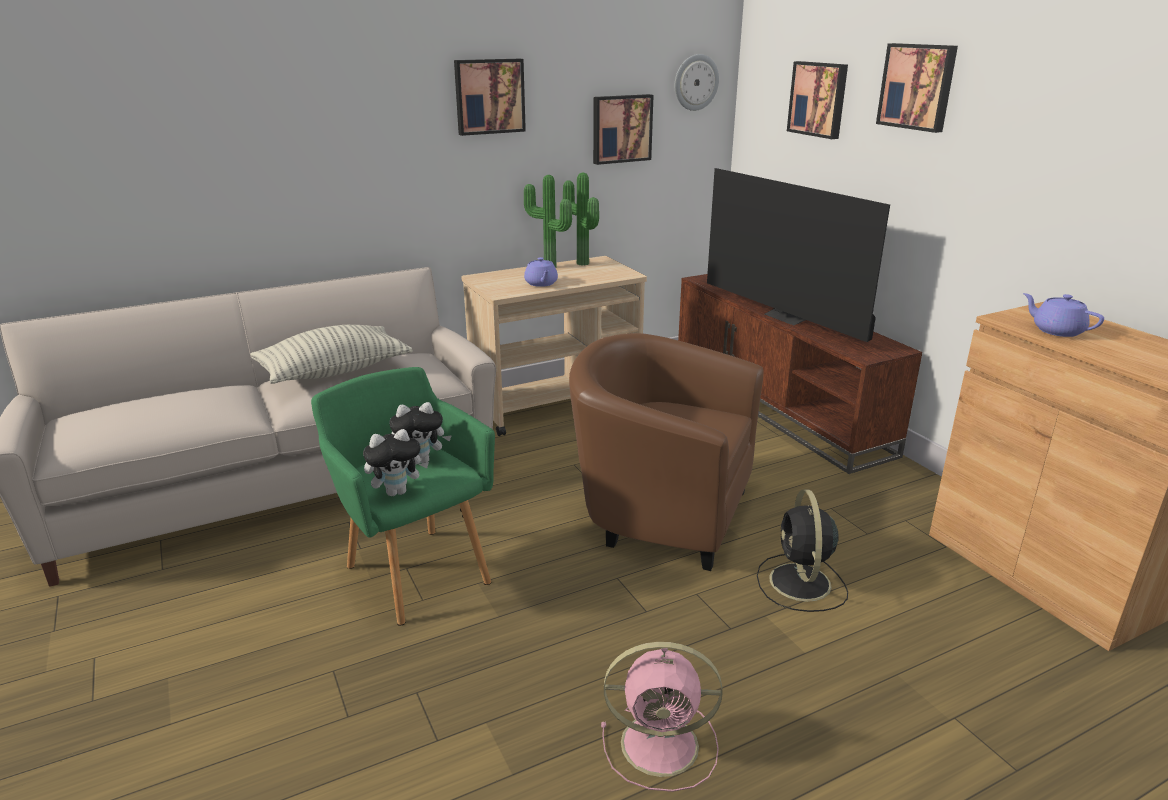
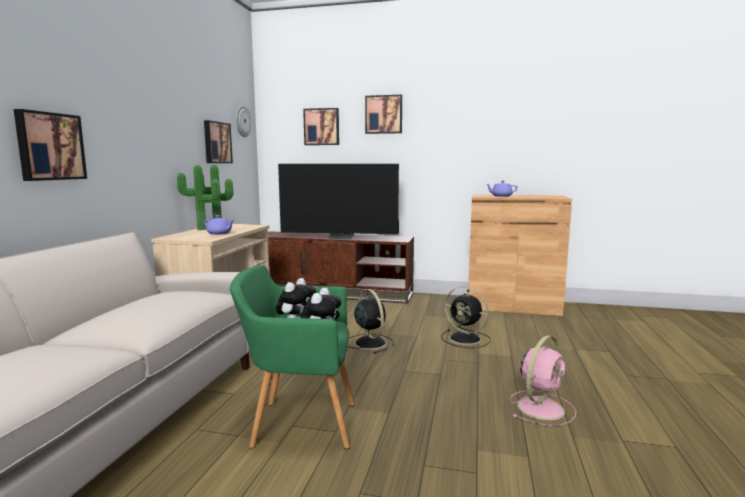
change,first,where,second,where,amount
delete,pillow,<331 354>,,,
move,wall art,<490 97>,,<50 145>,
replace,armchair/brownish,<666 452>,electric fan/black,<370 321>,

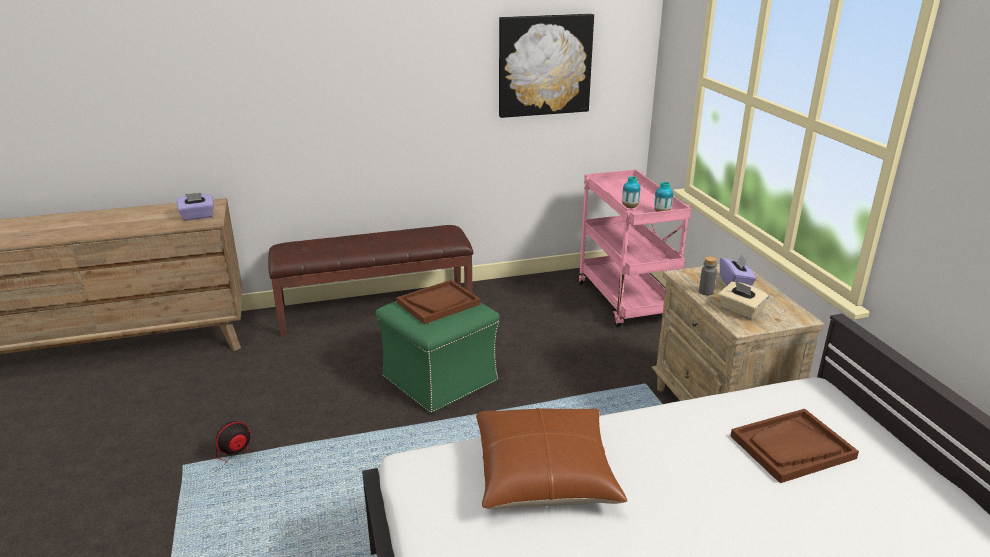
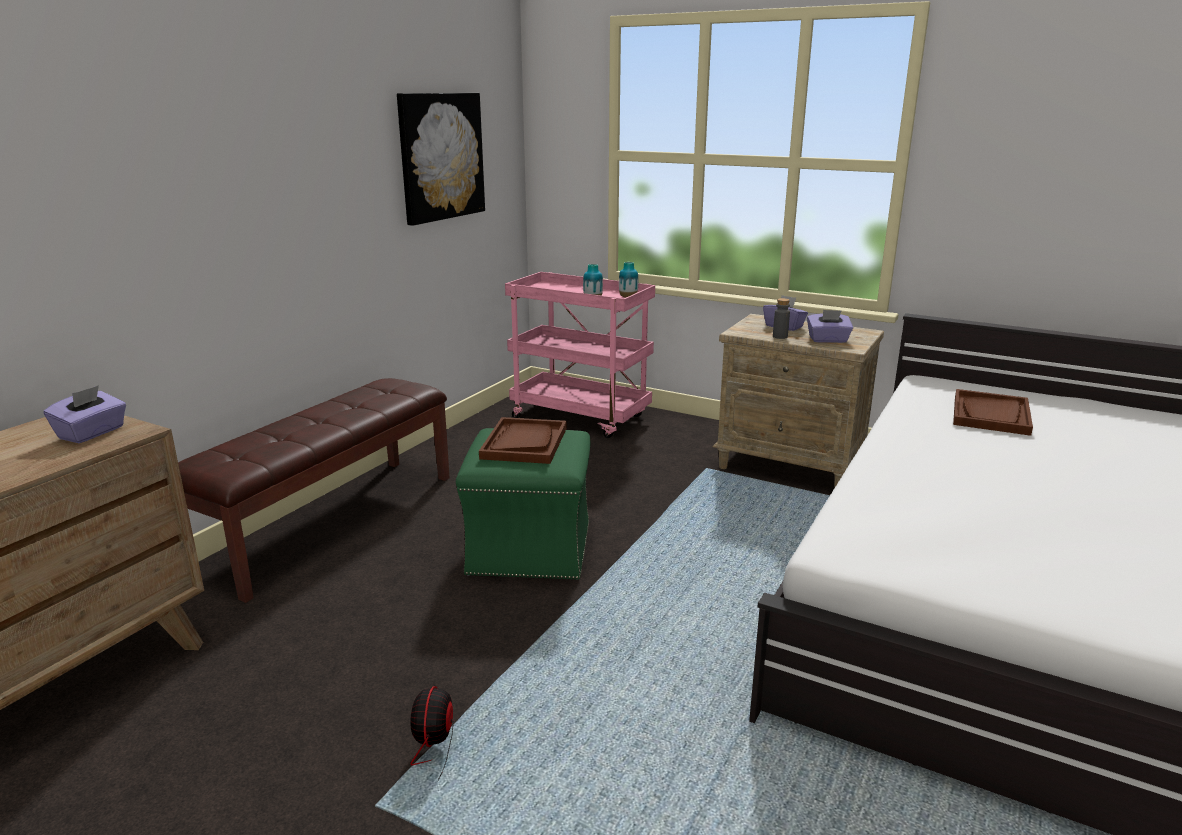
change,first,where,second,where,amount
delete,pillow/brownish,<551 458>,,,
recolor,tissue holder/sand-coloured,<744 300>,tissue holder/purple-coloured,<830 326>,

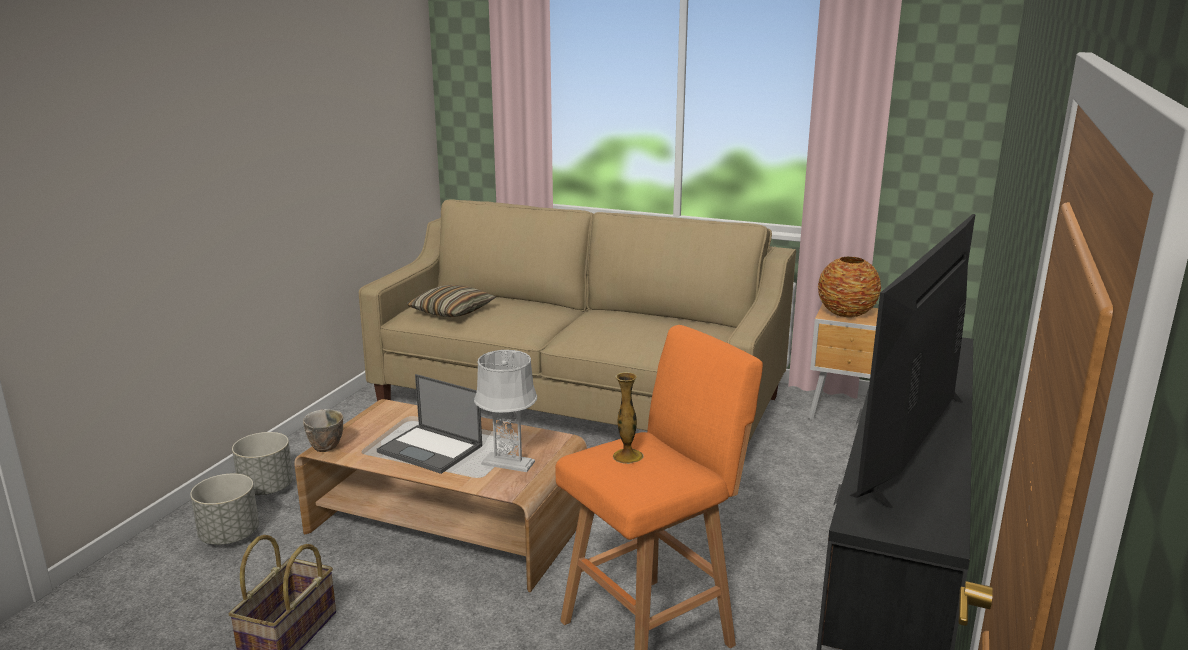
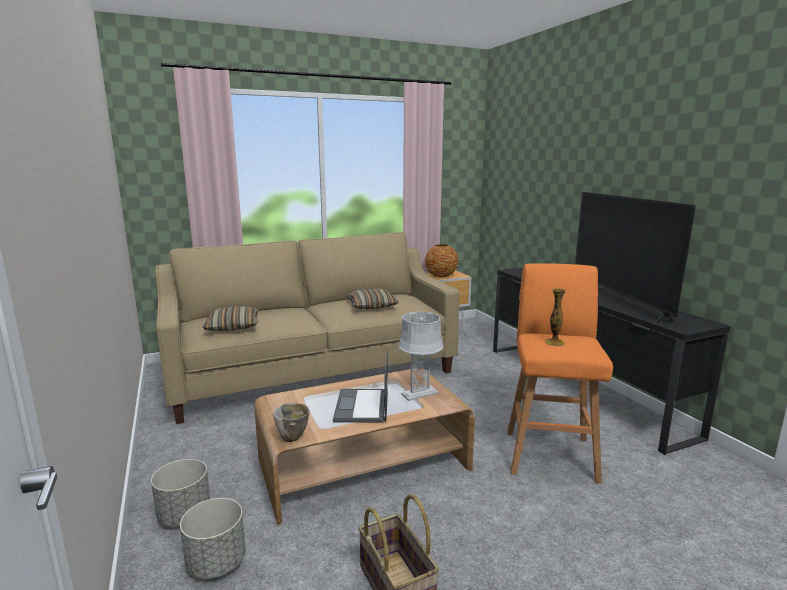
change,first,where,second,where,amount
insert,,,pillow,<372 298>,
rotate,notebook computer,<429 424>,,<360 386>,105 degrees clockwise

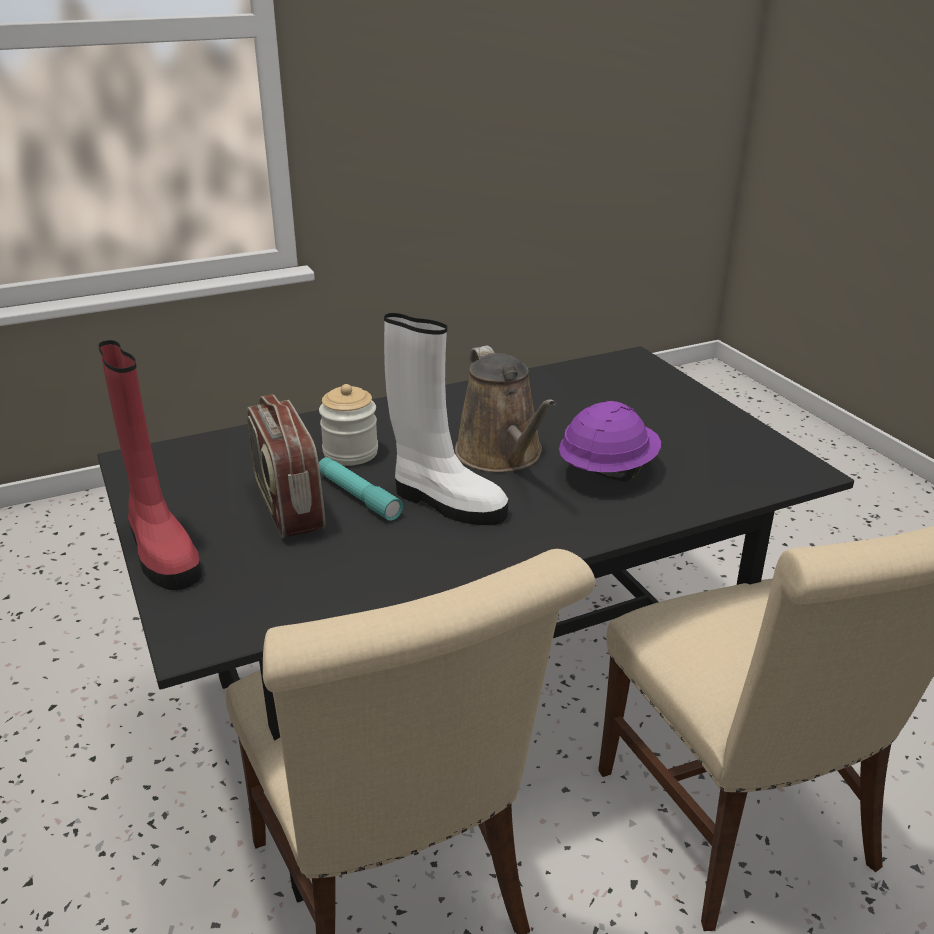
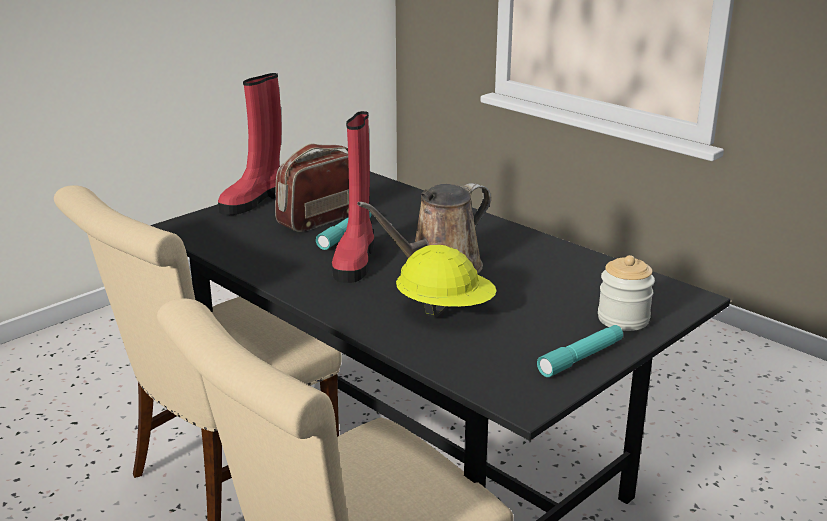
change,first,where,second,where,amount
insert,,,flashlight/turquoise-coloured,<580 351>,
move,jar,<348 425>,,<626 293>,
recolor,tall boot/white-coloured,<446 419>,tall boot/red,<353 197>,
recolor,work helmet/purple-coloured,<610 441>,work helmet/yellow,<446 281>,

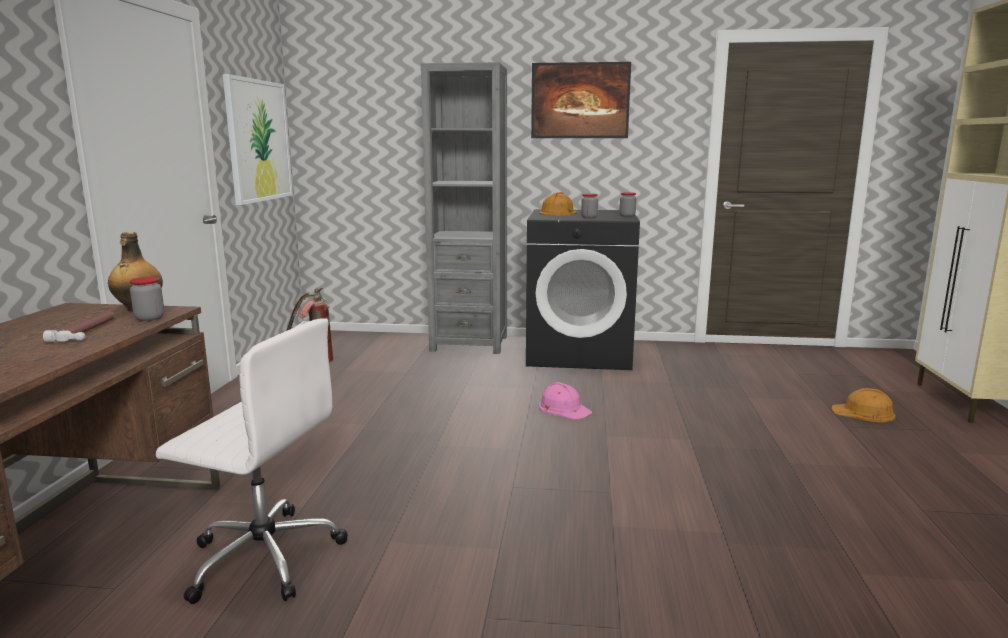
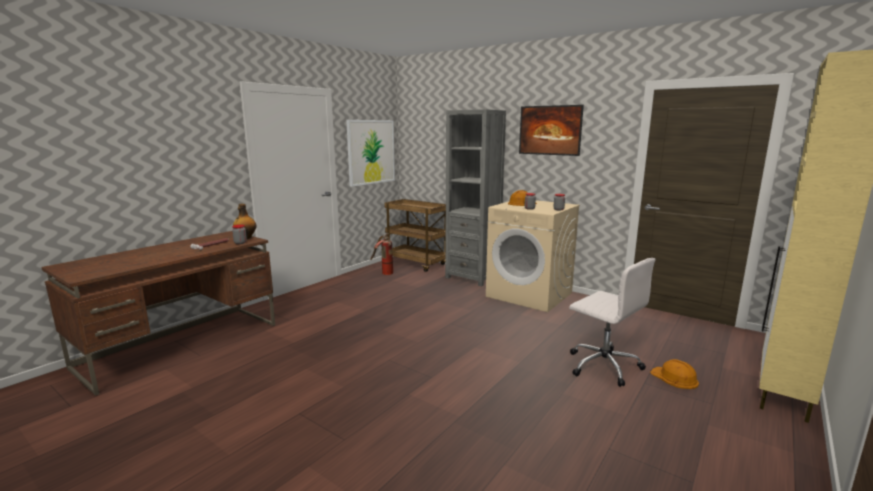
change,first,where,second,where,amount
delete,work helmet/pink-coloured,<565 400>,,,
insert,,,cart/brownish,<415 235>,
move,desk chair/white-coloured,<252 461>,,<612 322>,
recolor,laundry appliance/black,<583 289>,laundry appliance/sand-coloured,<533 256>,

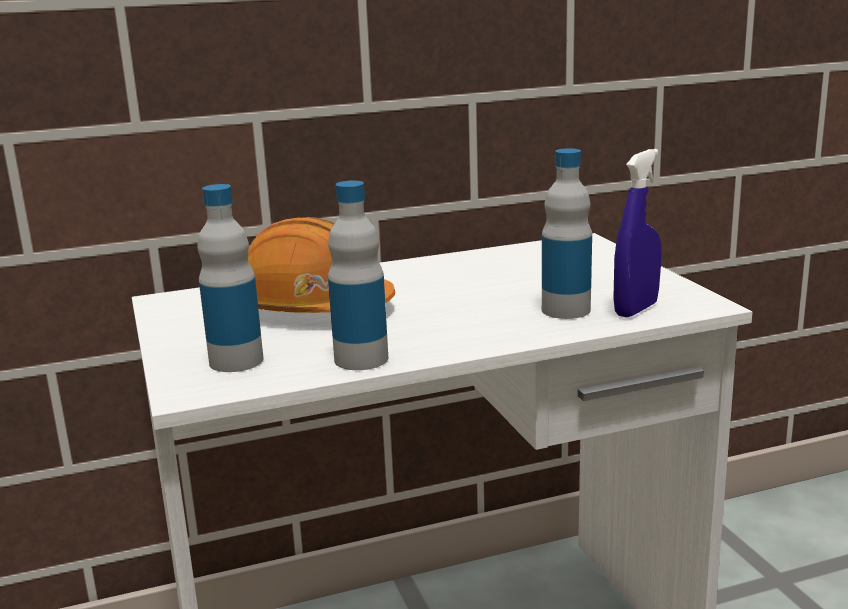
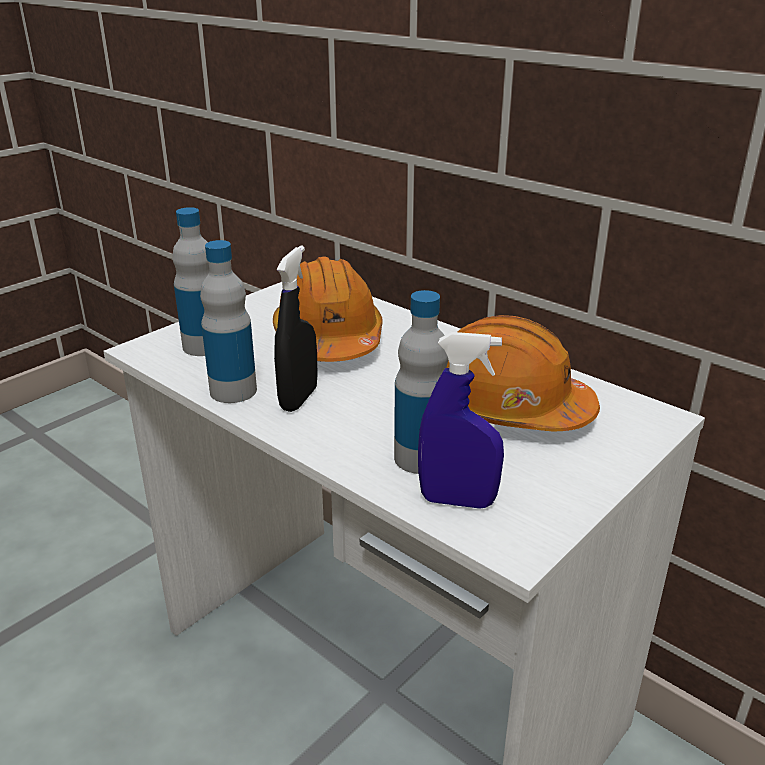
change,first,where,second,where,amount
insert,,,spray bottle/black,<295 328>,
insert,,,work helmet/orange,<523 373>,

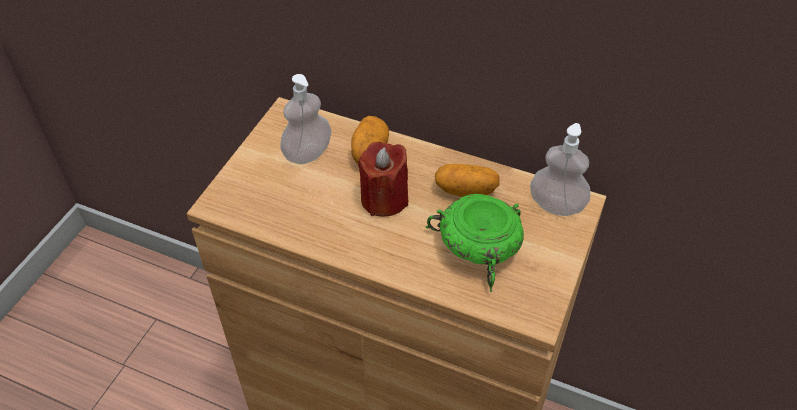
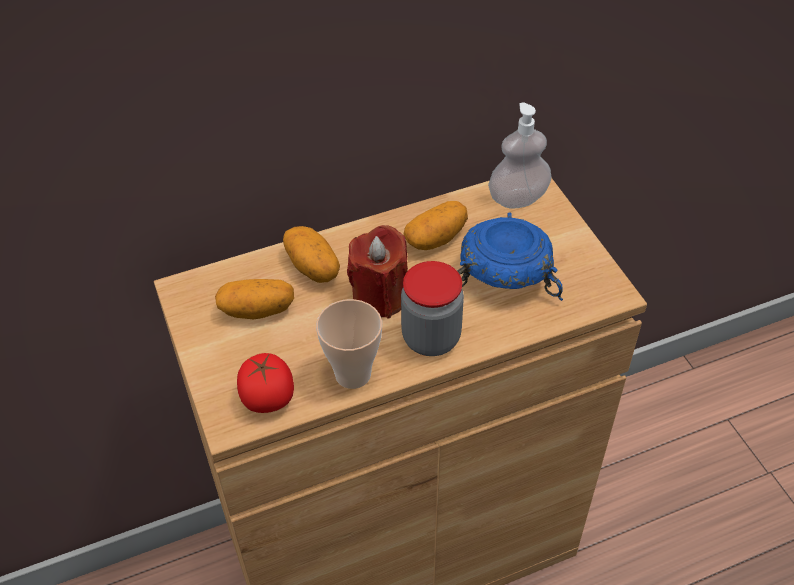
change,first,where,second,where,amount
insert,,,whole tomato,<265 383>,
insert,,,drinking cup,<349 344>,
insert,,,jar,<432 308>,
replace,soap bottle,<305 119>,potato,<254 299>,
recolor,serving bowl/green-coloured,<474 243>,serving bowl/bluish,<510 256>,

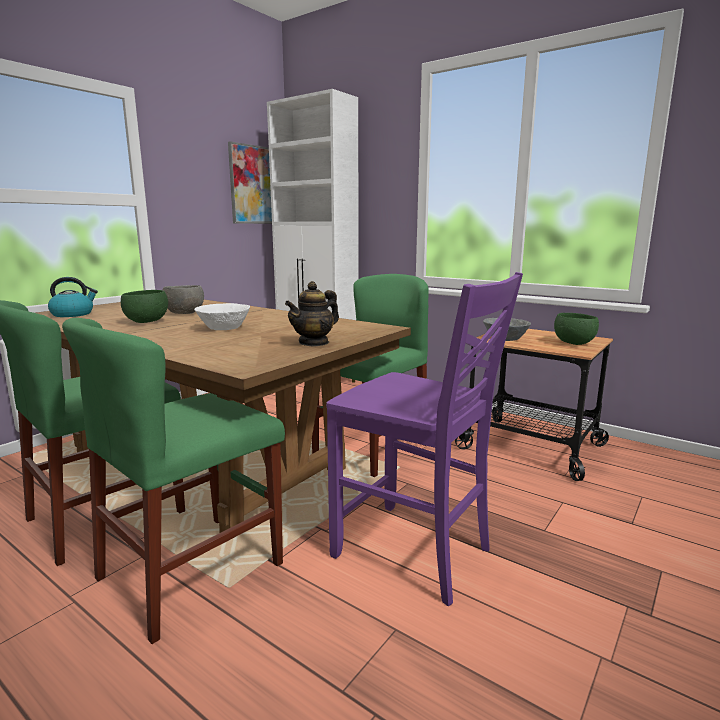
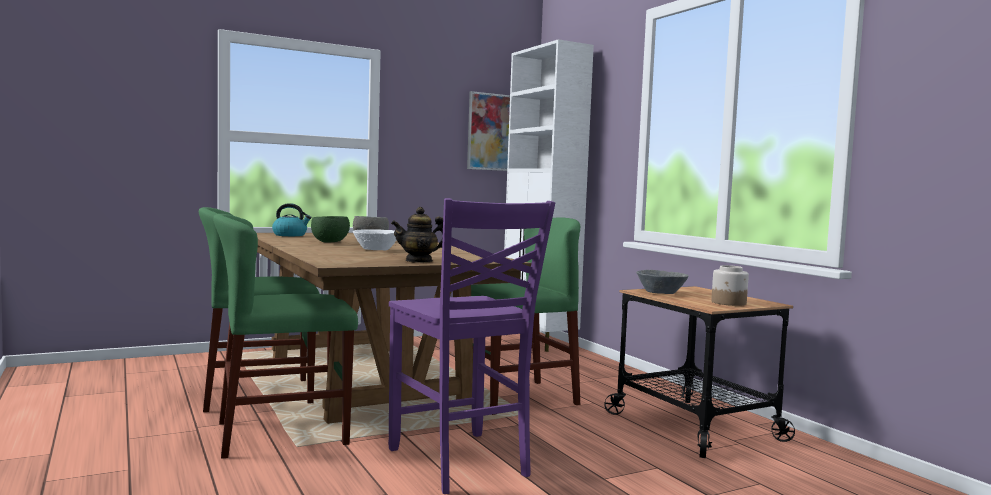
change,first,where,second,where,amount
replace,serving bowl/green-coloured,<576 329>,jar,<730 285>,

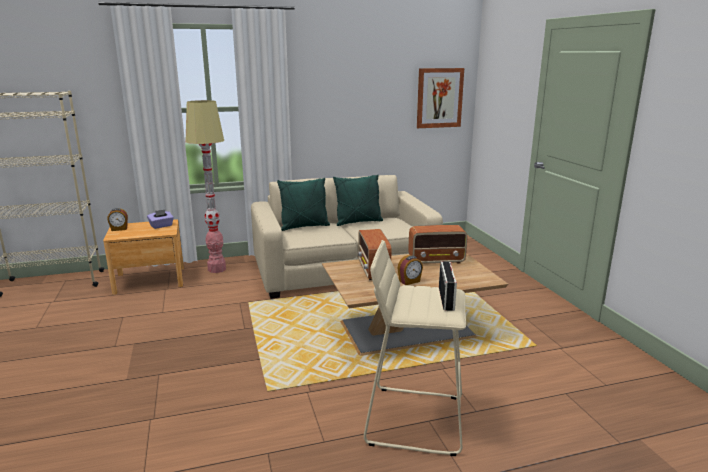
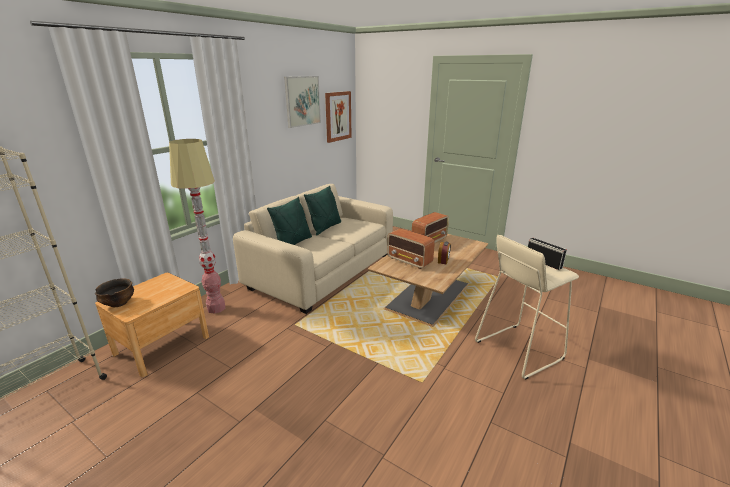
change,first,where,second,where,amount
delete,tissue holder/purple-coloured,<160 219>,,,
insert,,,wall art,<302 102>,
replace,bedside clock,<117 219>,serving bowl,<114 293>,

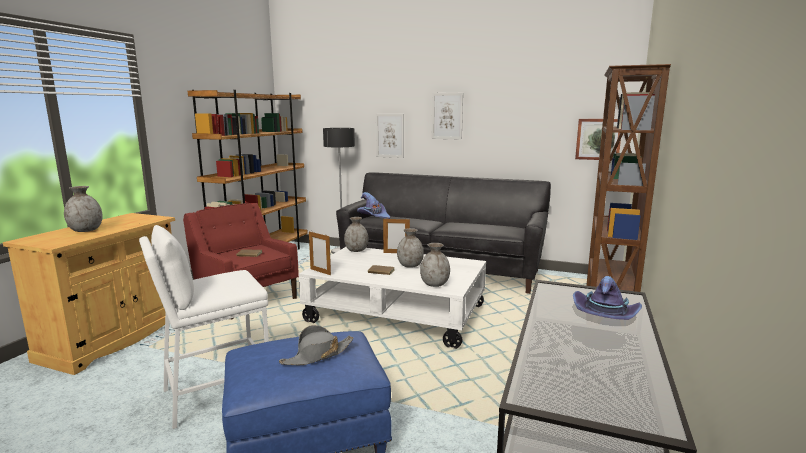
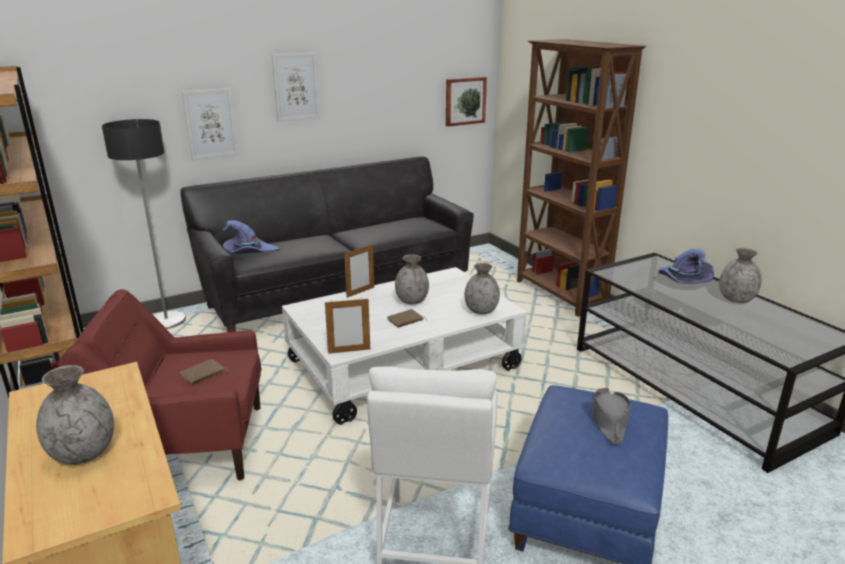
change,first,where,second,where,amount
move,vase/gray,<356 234>,,<740 275>,

